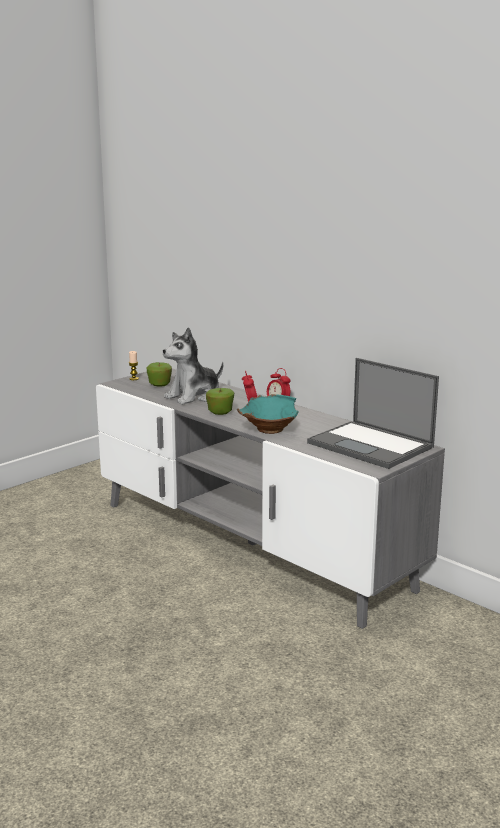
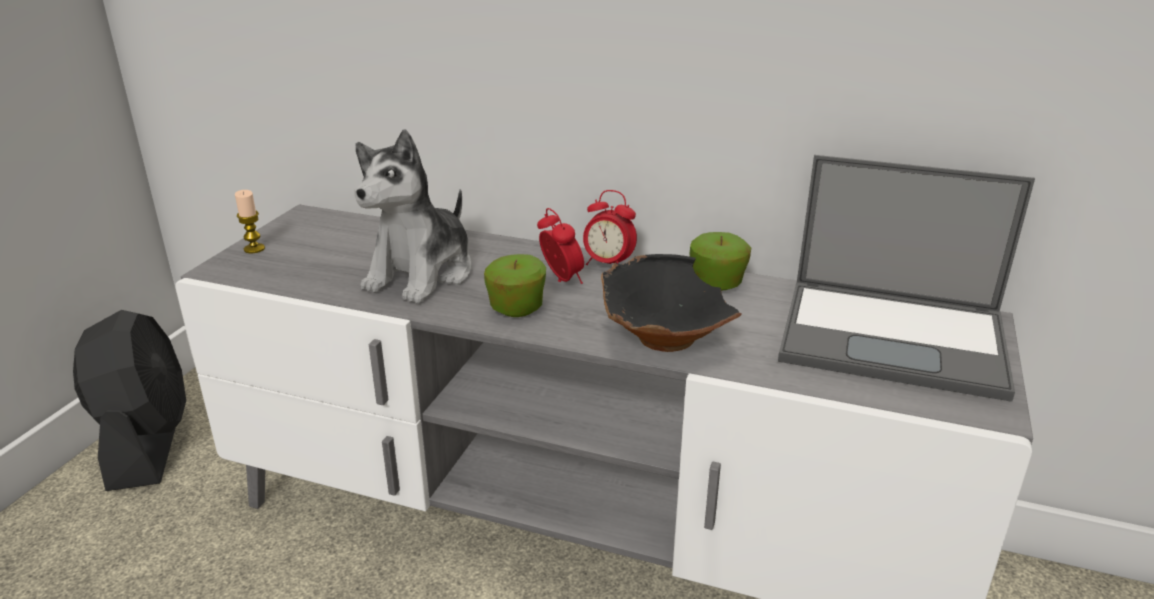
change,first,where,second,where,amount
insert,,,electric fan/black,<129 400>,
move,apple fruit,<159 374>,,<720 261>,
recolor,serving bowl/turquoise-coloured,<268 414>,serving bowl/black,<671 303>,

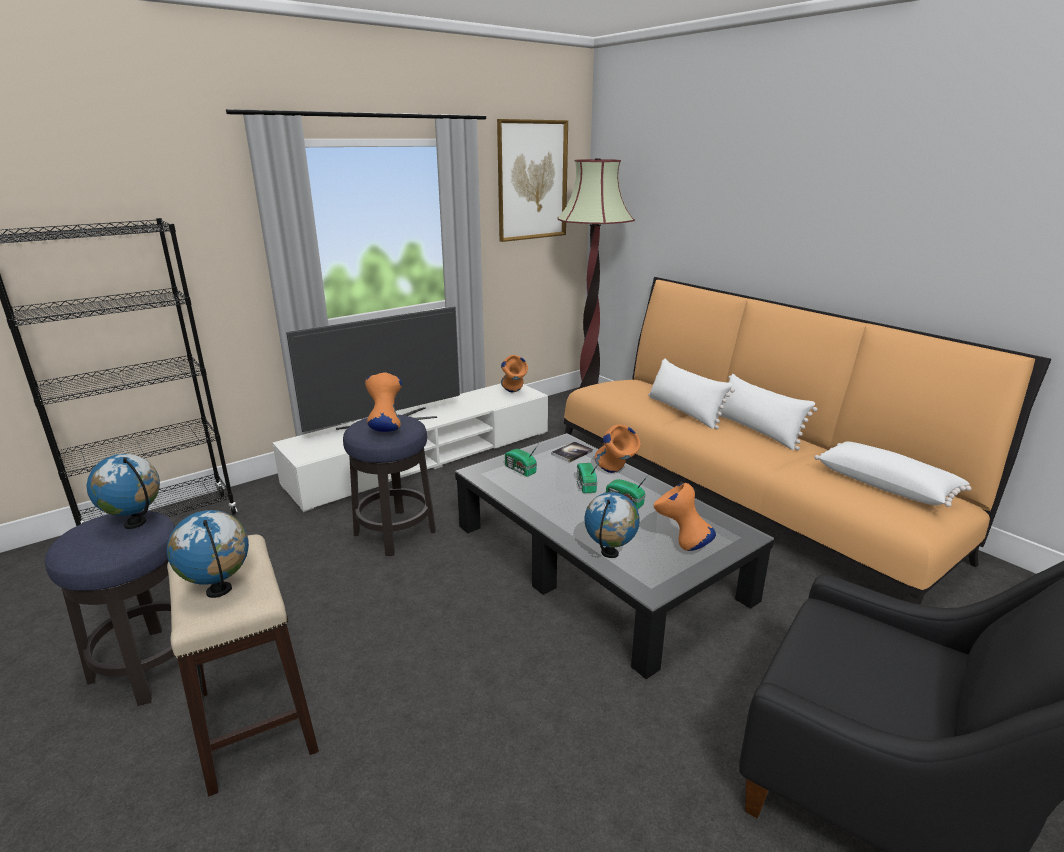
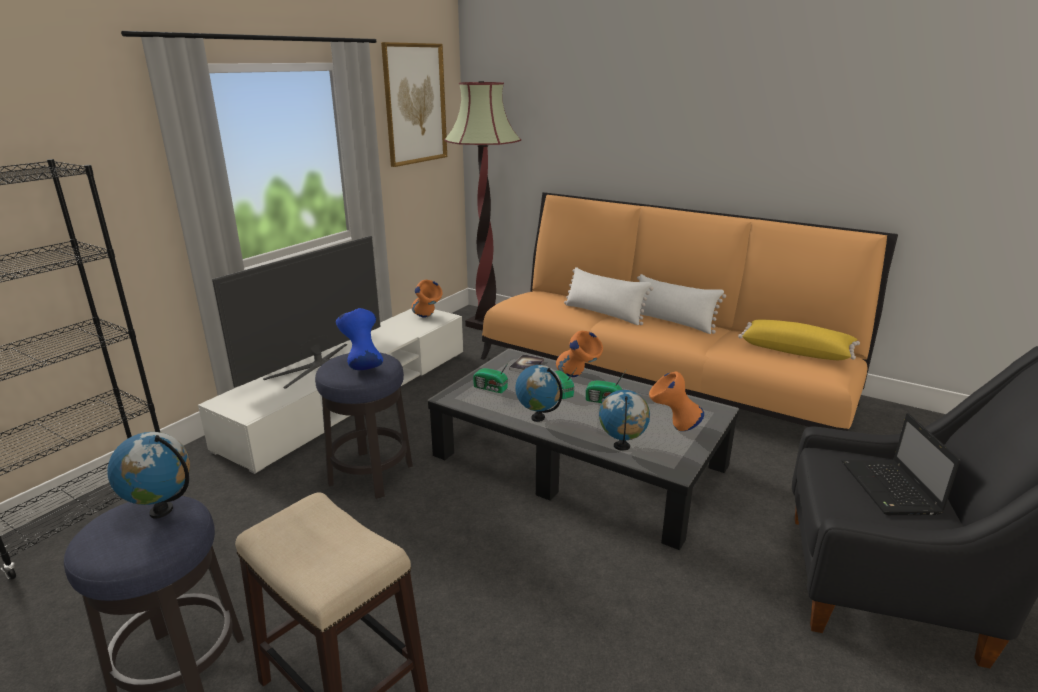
change,first,where,second,where,amount
insert,,,notebook computer,<901 464>,
move,globe,<208 554>,,<538 393>,
recolor,vase/orange,<383 402>,vase/bluish,<359 339>,
recolor,pillow/white-coloured,<893 474>,pillow/yellow,<799 339>,

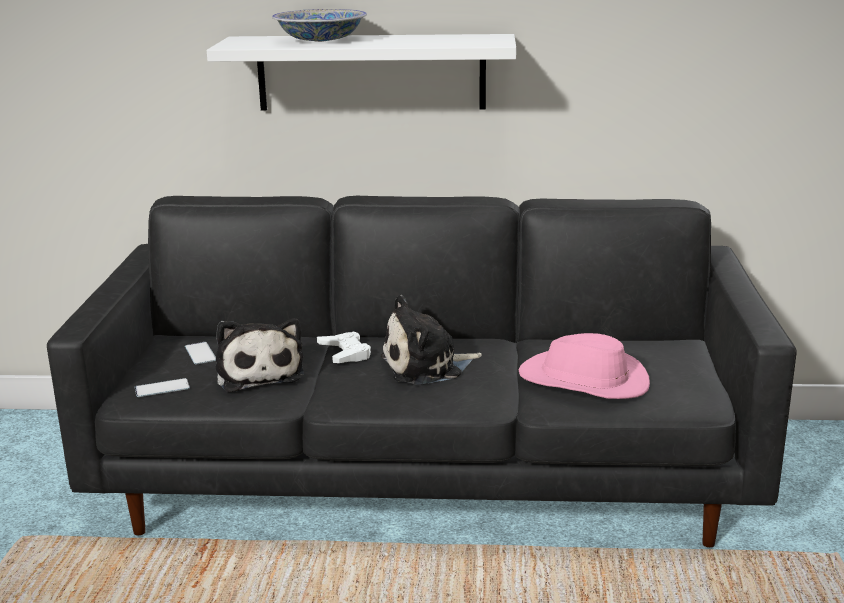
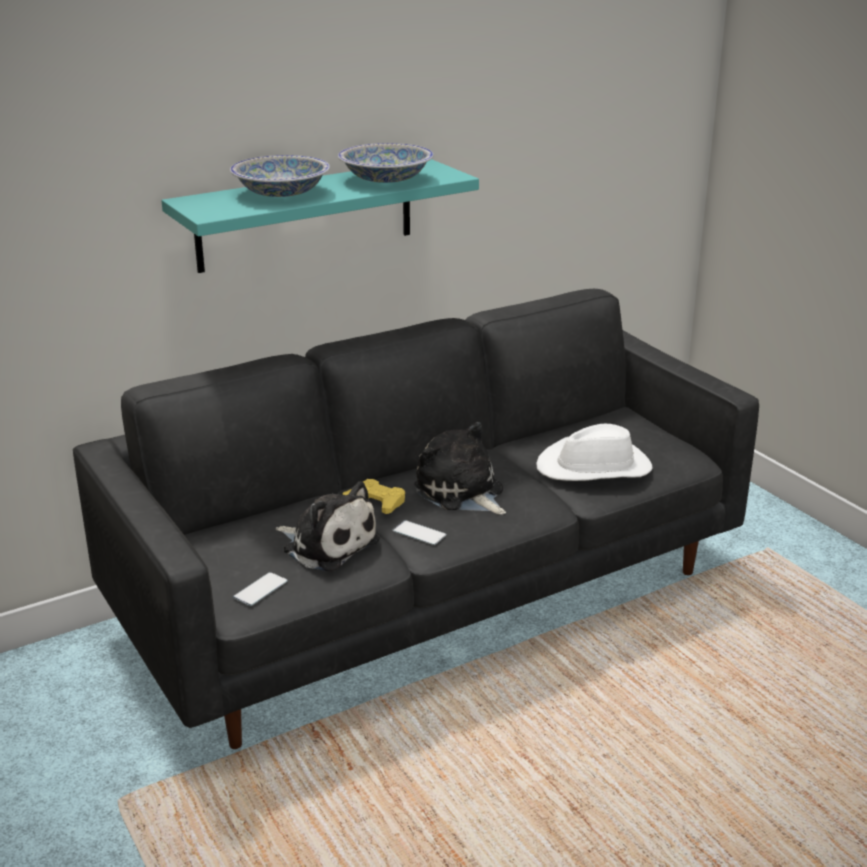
change,first,where,second,where,amount
insert,,,serving bowl,<386 163>,
move,handset,<200 353>,,<419 532>,
recolor,bracket shelf/white-coloured,<361 72>,bracket shelf/turquoise-coloured,<320 216>,
recolor,joypad/white-coloured,<344 347>,joypad/yellow,<374 496>,
recolor,wearable hat/pink-coloured,<584 366>,wearable hat/white-coloured,<594 452>,
rotate,cuddly toy,<431 340>,,<460 468>,105 degrees clockwise

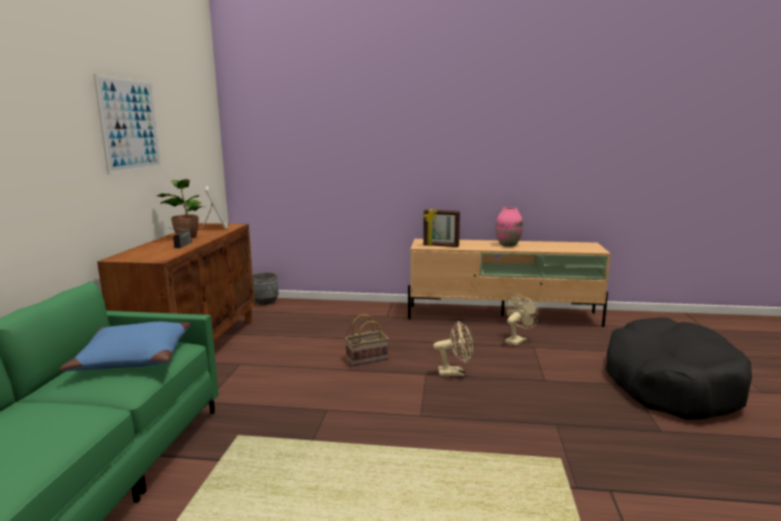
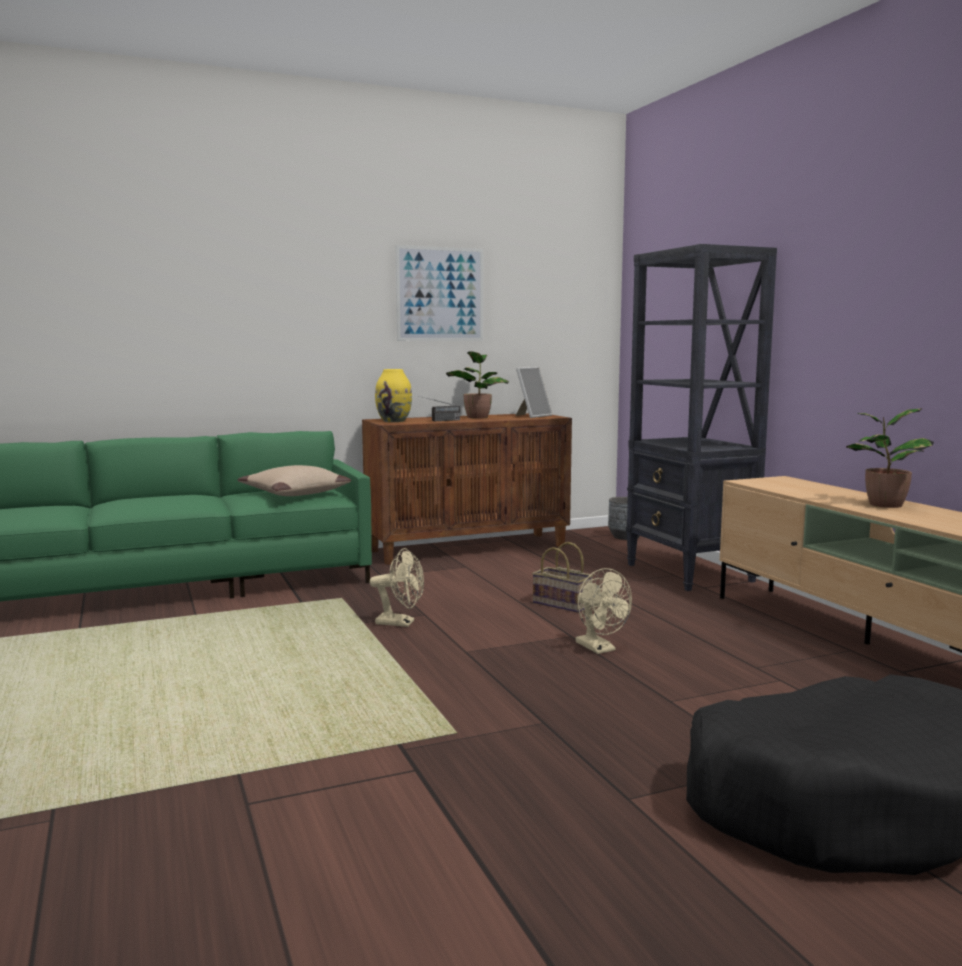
change,first,where,second,where,amount
delete,picture frame,<441 228>,,,
insert,,,vase/yellow,<393 395>,
insert,,,bookshelf/black,<701 417>,
move,electric fan/sand-coloured,<522 320>,,<397 587>,
replace,vase/pink-coloured,<509 227>,potted plant,<890 458>,
recolor,pillow/bluish,<125 346>,pillow/sand-coloured,<294 480>,

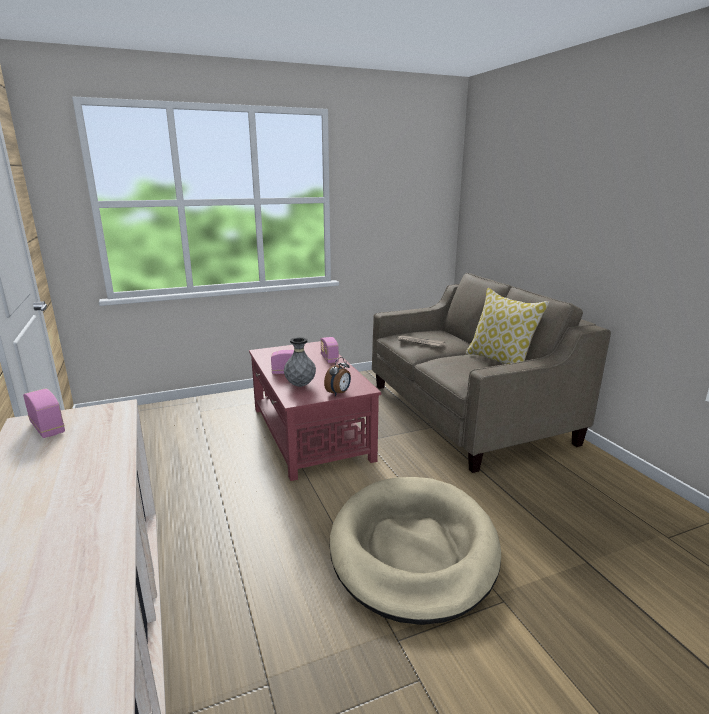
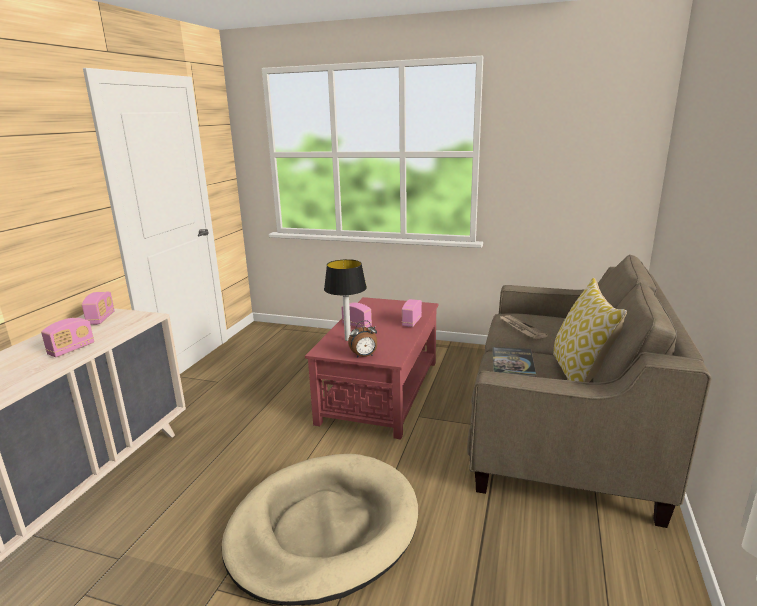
change,first,where,second,where,amount
insert,,,radio,<67 337>,
insert,,,book,<514 362>,
replace,vase/gray,<300 362>,lamp for a table,<345 300>,

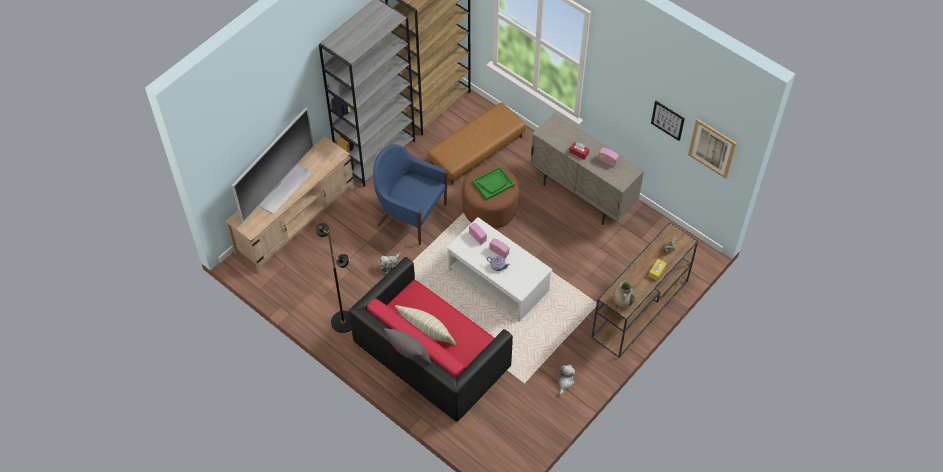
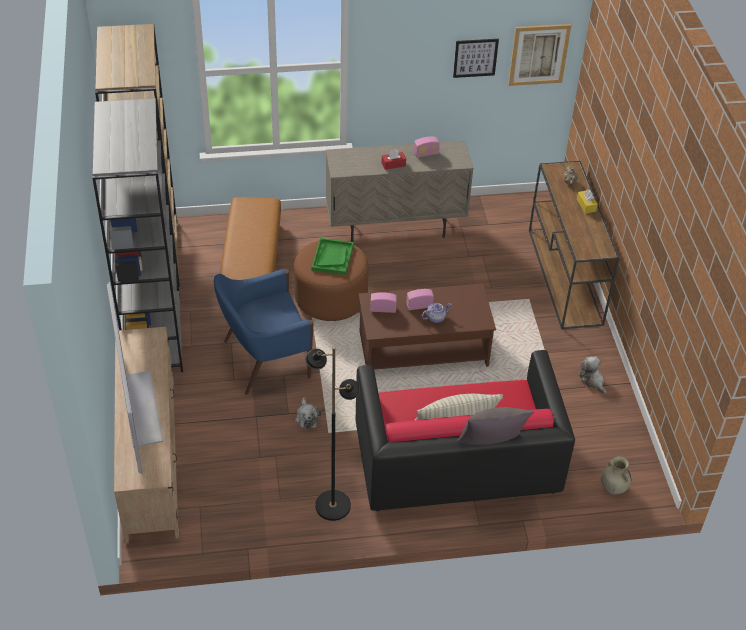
change,first,where,second,where,amount
move,vase/sand-coloured,<624 293>,,<616 475>,
recolor,low table/white-coloured,<499 269>,low table/brownish,<427 327>,

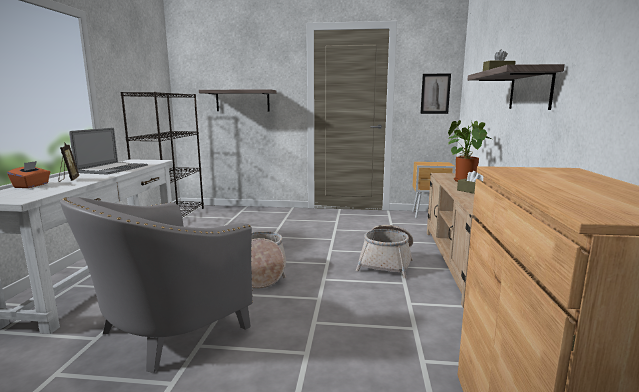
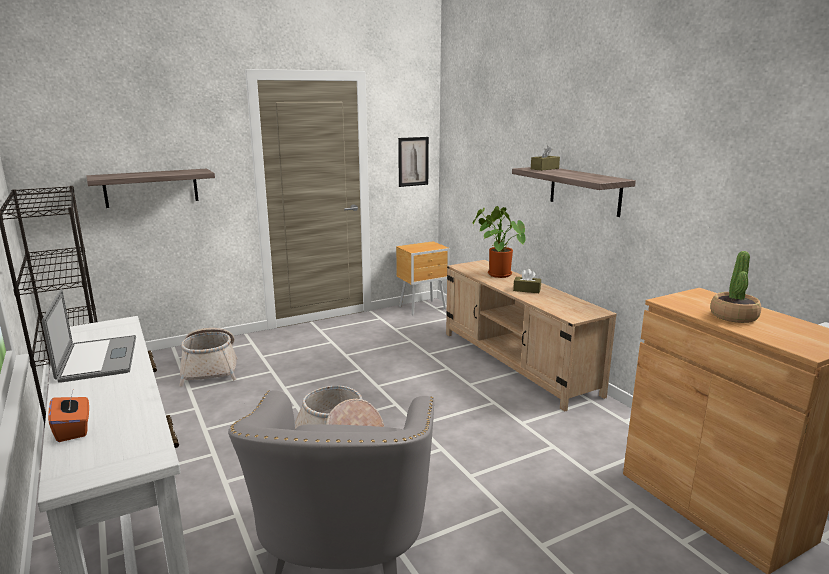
change,first,where,second,where,amount
delete,picture frame,<68 161>,,,
insert,,,potted plant,<735 287>,
move,storage basket,<384 251>,,<208 357>,

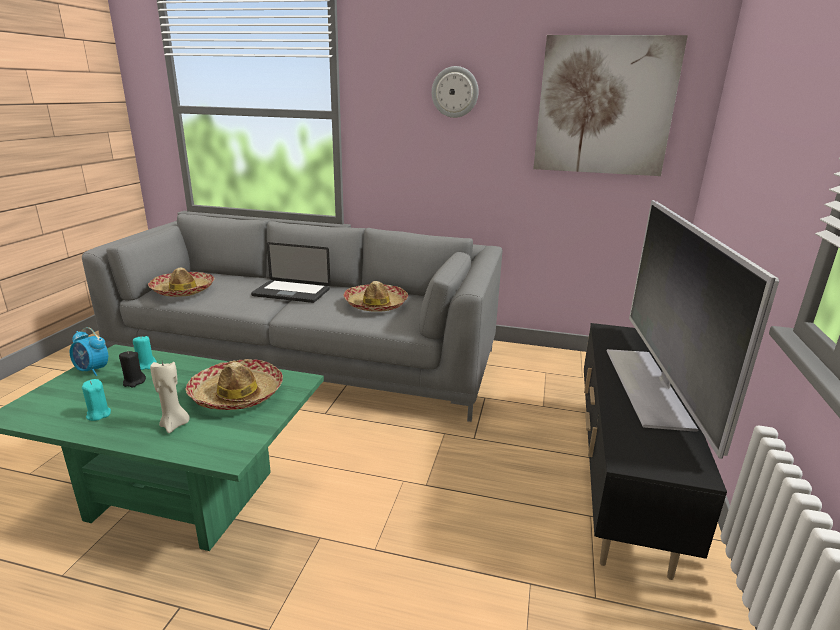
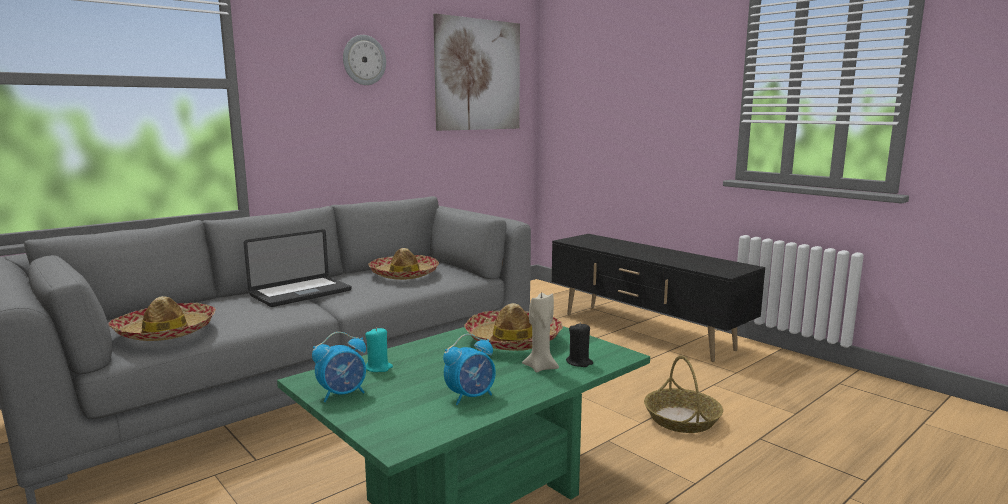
change,first,where,second,where,amount
delete,television,<692 329>,,,
insert,,,storage basket,<683 394>,
move,candle/black,<132 369>,,<579 344>,
replace,candle/turquoise-coloured,<96 400>,bedside clock,<469 369>,

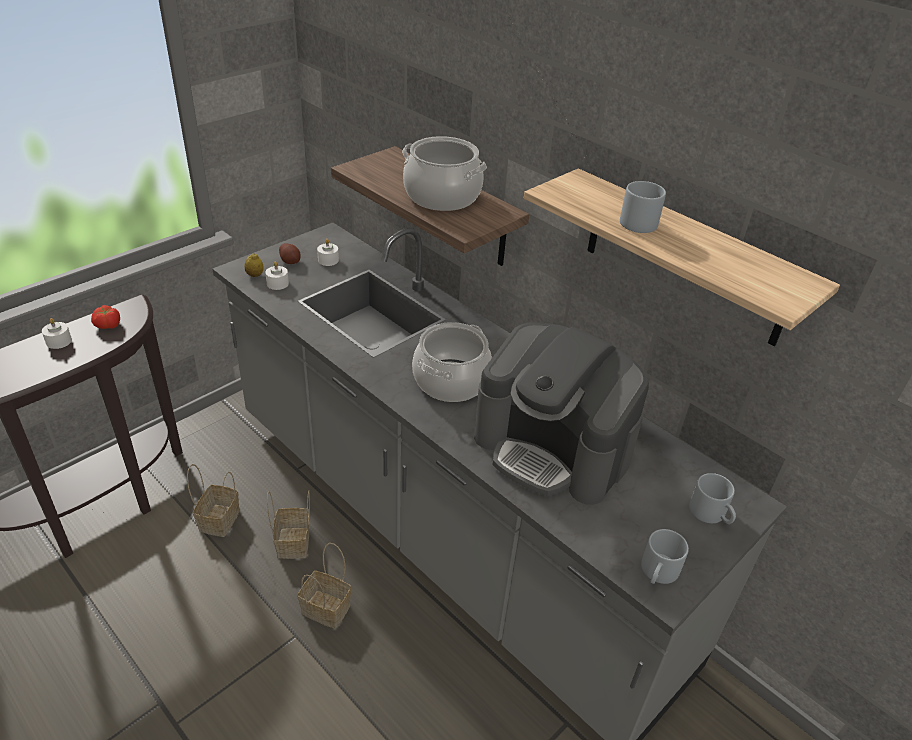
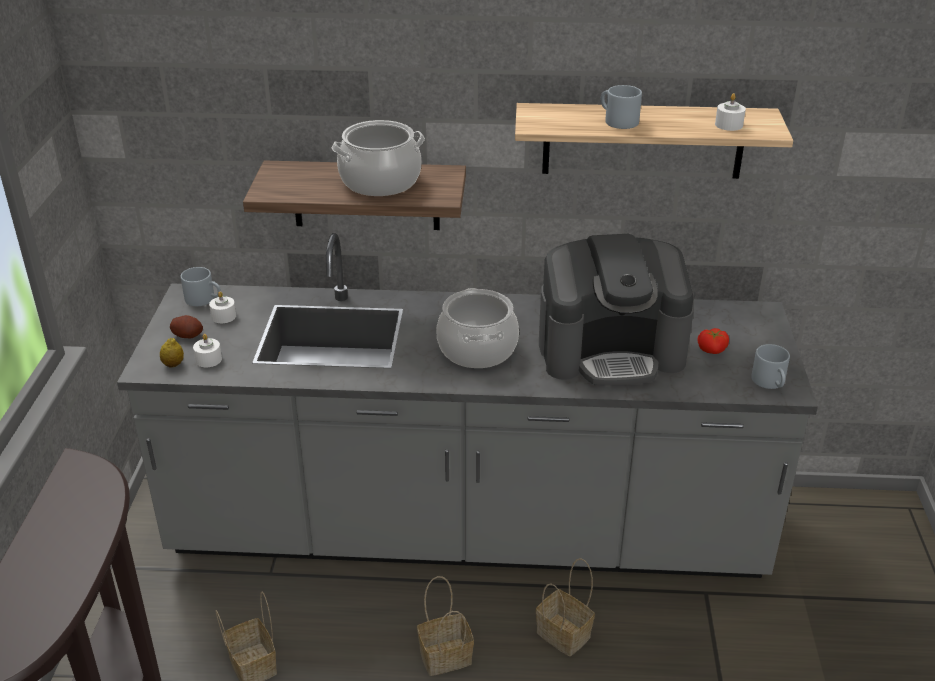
change,first,where,second,where,amount
move,candle/white-coloured,<57 333>,,<730 112>,
move,whole tomato,<105 317>,,<713 341>,
move,storage basket,<288 525>,,<565 607>,
move,coffee mug/gray,<712 498>,,<201 286>,

